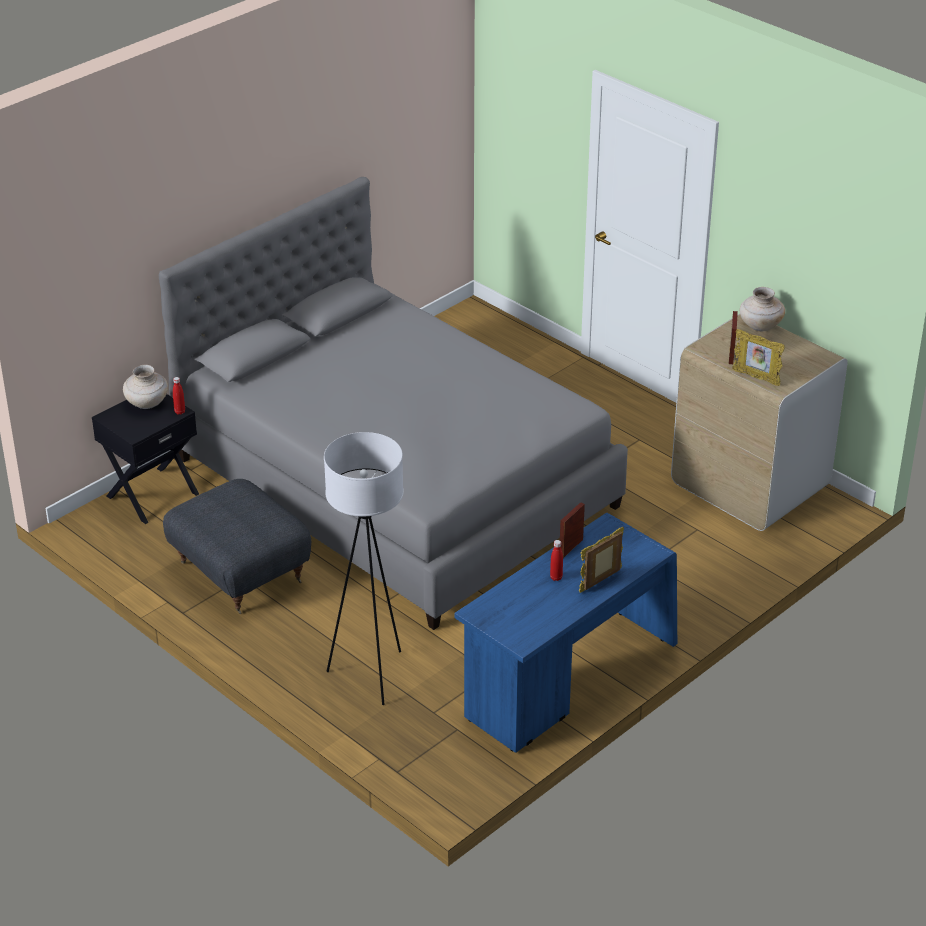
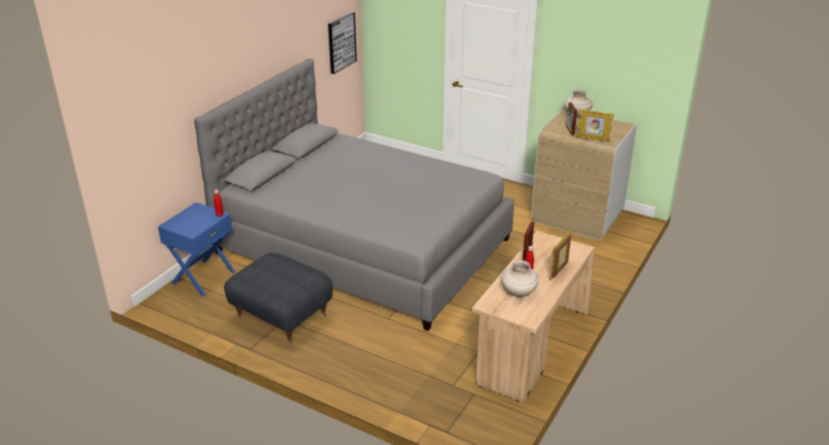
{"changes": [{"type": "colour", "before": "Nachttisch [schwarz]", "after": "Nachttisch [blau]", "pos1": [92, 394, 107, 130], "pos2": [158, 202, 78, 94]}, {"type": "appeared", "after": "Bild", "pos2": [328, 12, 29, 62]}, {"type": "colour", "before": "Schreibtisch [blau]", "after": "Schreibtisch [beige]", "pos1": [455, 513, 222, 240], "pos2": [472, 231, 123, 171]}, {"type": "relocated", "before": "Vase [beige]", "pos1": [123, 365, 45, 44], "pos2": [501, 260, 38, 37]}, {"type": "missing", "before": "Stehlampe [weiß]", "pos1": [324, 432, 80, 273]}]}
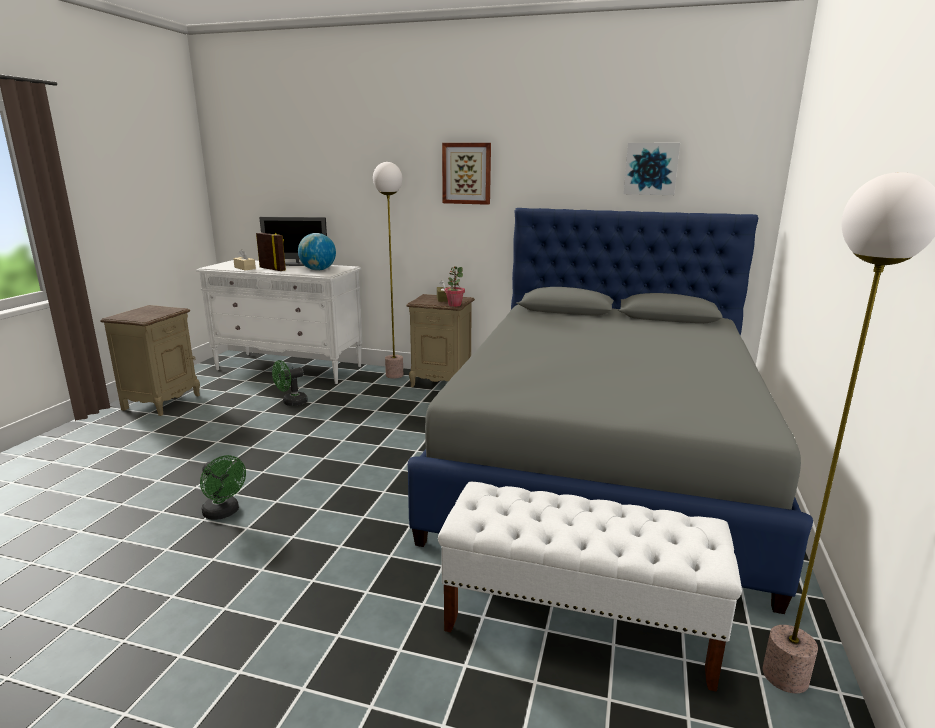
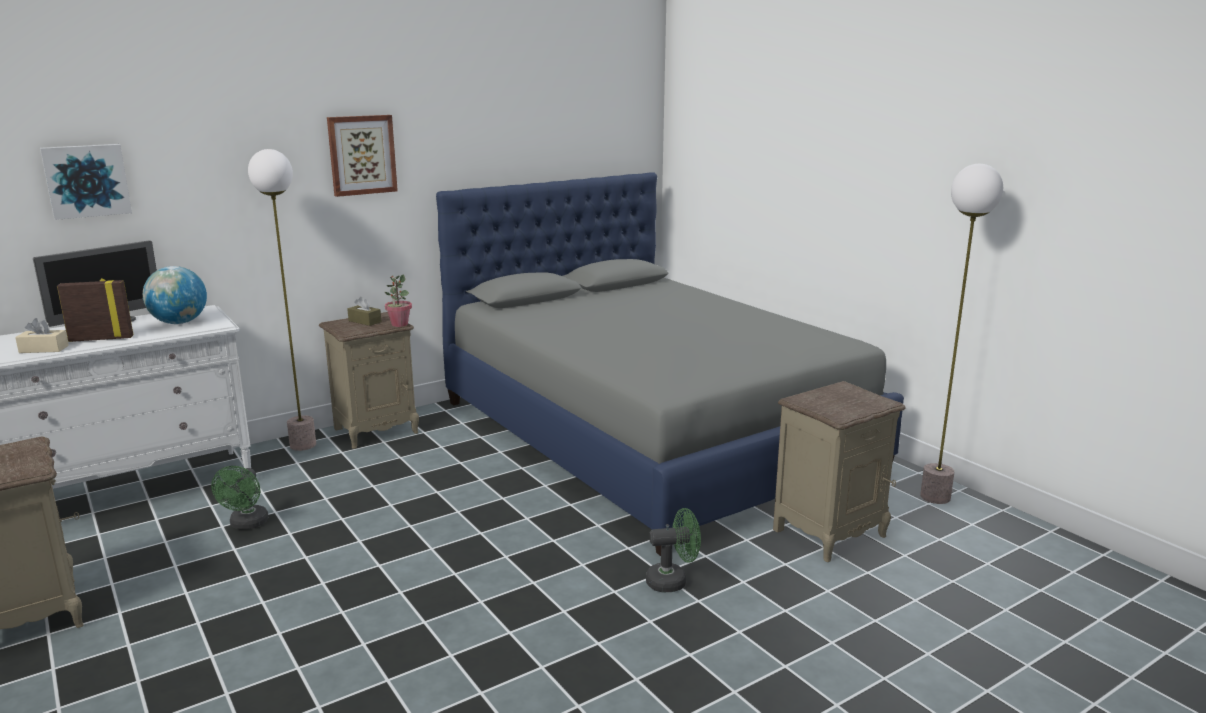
{"changes": [{"type": "relocated", "before": "Bild", "pos1": [624, 143, 56, 52], "pos2": [40, 144, 92, 76]}, {"type": "relocated", "before": "Ventilator [grün]", "pos1": [200, 455, 46, 65], "pos2": [646, 508, 55, 84]}, {"type": "exchanged", "before": "Bank [weiß]", "after": "Nachttisch [beige]", "pos1": [438, 482, 304, 210], "pos2": [773, 381, 133, 181]}]}
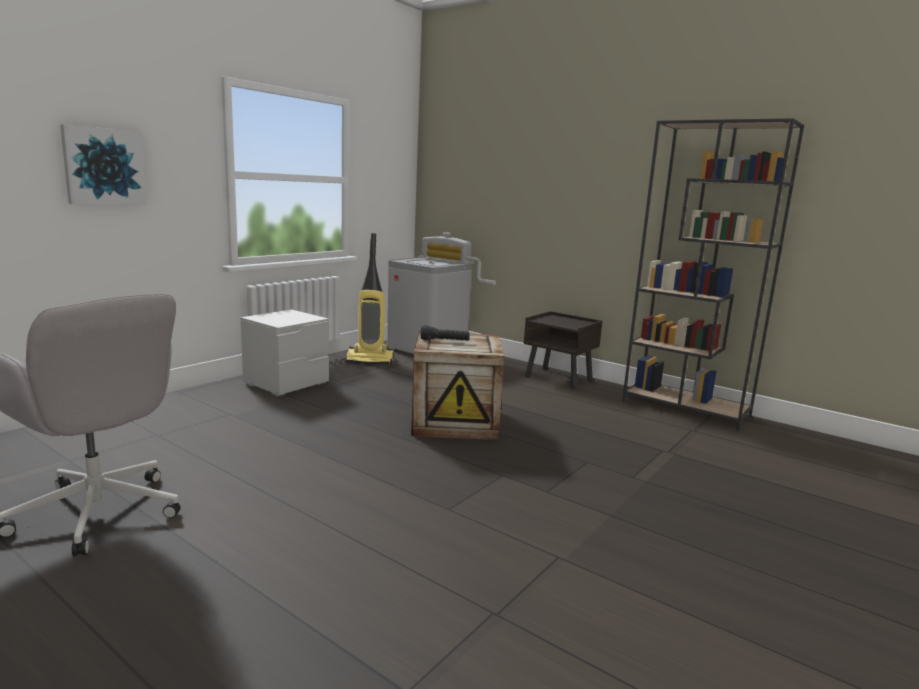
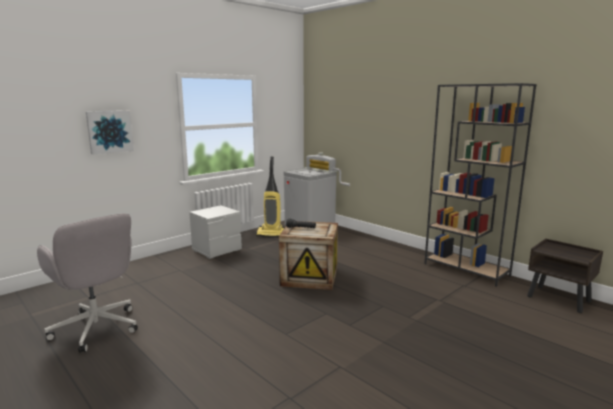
{"changes": [{"type": "relocated", "before": "Nachttisch [braun]", "pos1": [524, 311, 78, 78], "pos2": [527, 239, 76, 74]}]}
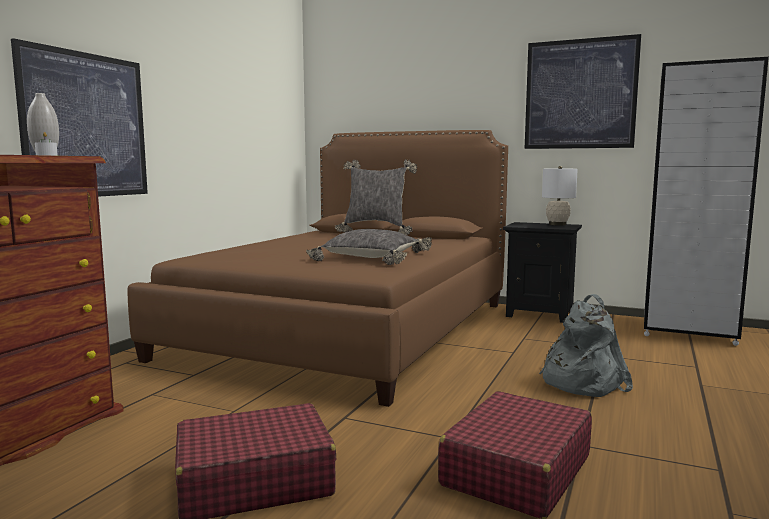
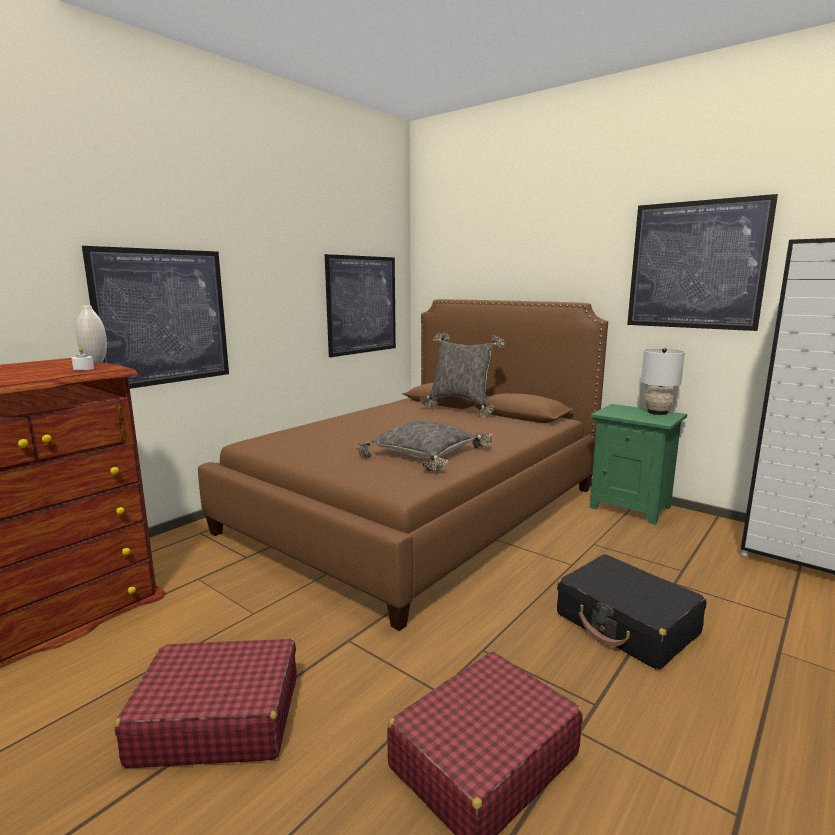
{"changes": [{"type": "appeared", "after": "Bild", "pos2": [325, 254, 71, 103]}, {"type": "exchanged", "before": "Rucksack [grau]", "after": "Koffer [schwarz]", "pos1": [539, 294, 94, 103], "pos2": [557, 554, 150, 116]}, {"type": "colour", "before": "Nachttisch [schwarz]", "after": "Nachttisch [grün]", "pos1": [503, 222, 79, 101], "pos2": [590, 404, 97, 121]}]}
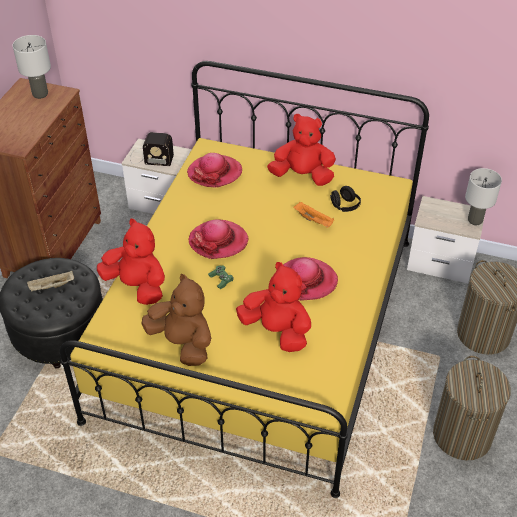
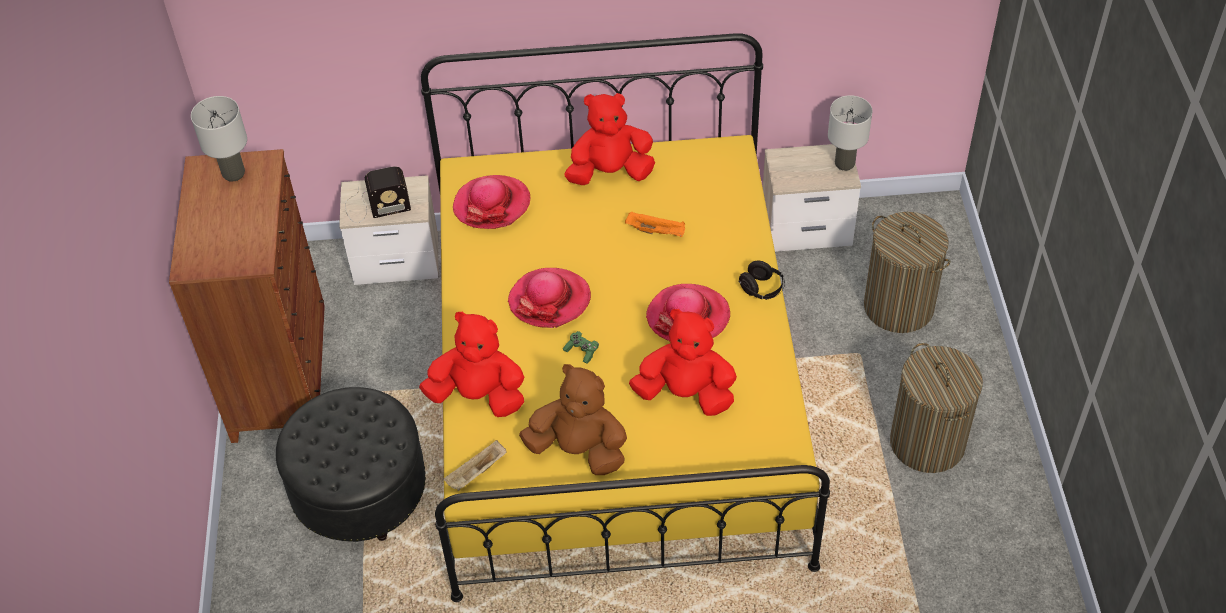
{"changes": [{"type": "relocated", "before": "Tablett [beige]", "pos1": [27, 271, 47, 21], "pos2": [444, 440, 63, 51]}, {"type": "relocated", "before": "Kopfhörer [schwarz]", "pos1": [330, 186, 31, 26], "pos2": [738, 261, 47, 39]}]}
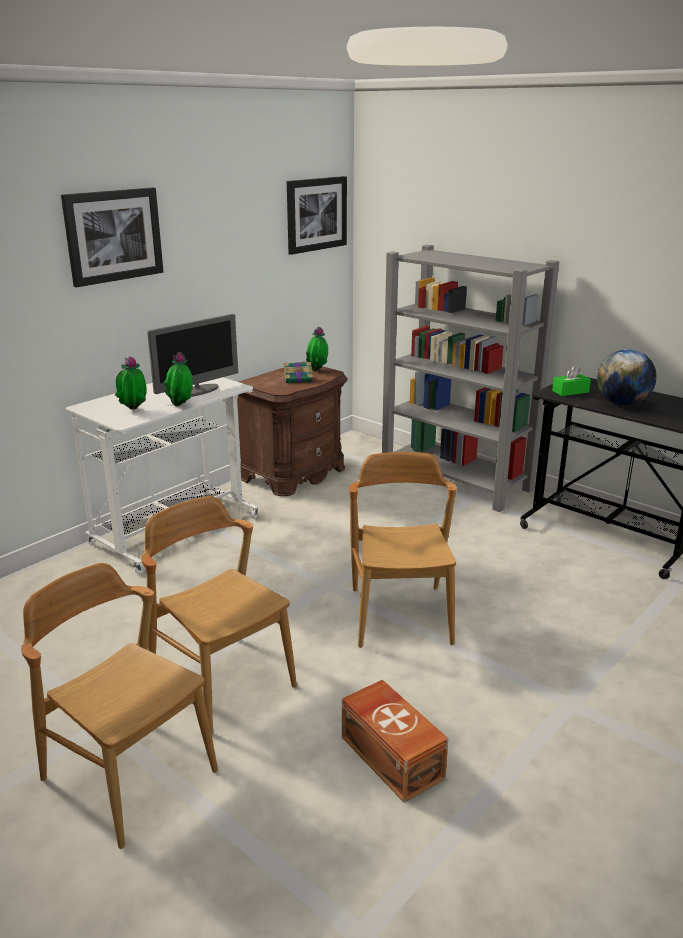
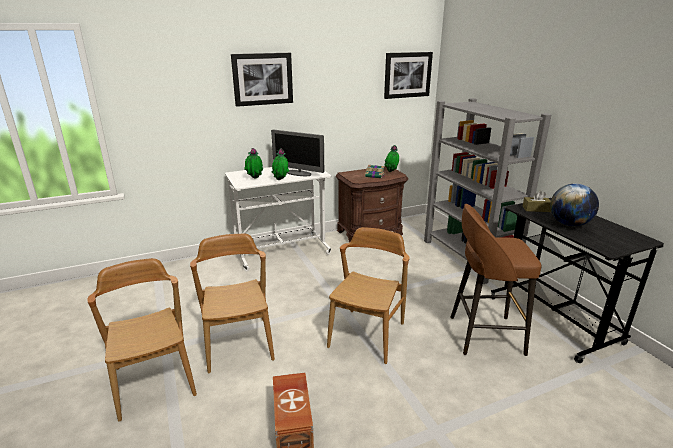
{"changes": [{"type": "spun", "before": "Monitor", "pos1": [147, 314, 91, 83], "pos2": [271, 130, 53, 46], "turn": 45}, {"type": "appeared", "after": "Hocker [braun]", "pos2": [450, 204, 91, 152]}, {"type": "colour", "before": "Taschentuchbox [grün]", "after": "Taschentuchbox [braun]", "pos1": [552, 365, 39, 31], "pos2": [522, 191, 29, 21]}]}
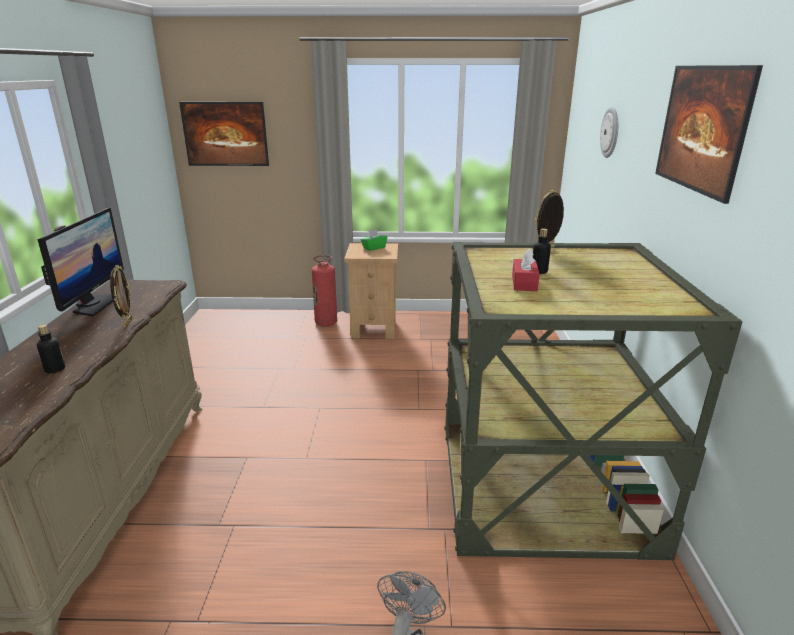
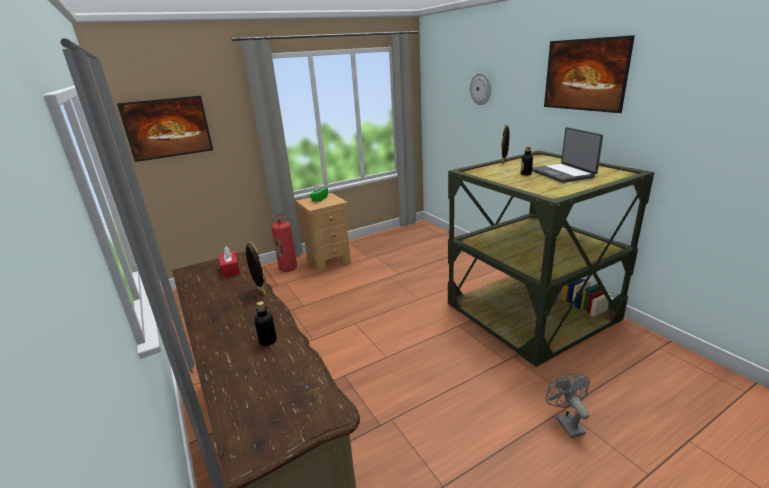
{"changes": [{"type": "relocated", "before": "Taschentuchbox [rot]", "pos1": [512, 249, 27, 42], "pos2": [218, 246, 22, 32]}, {"type": "appeared", "after": "Laptop", "pos2": [532, 127, 71, 56]}, {"type": "missing", "before": "Monitor", "pos1": [38, 208, 86, 108]}]}
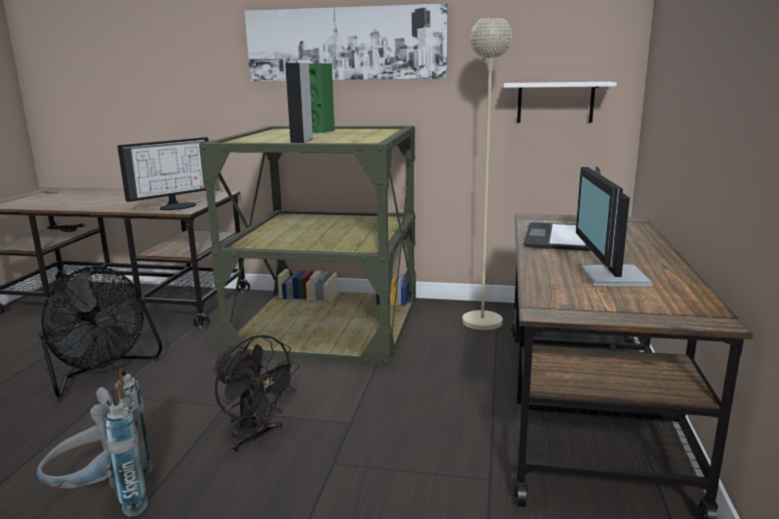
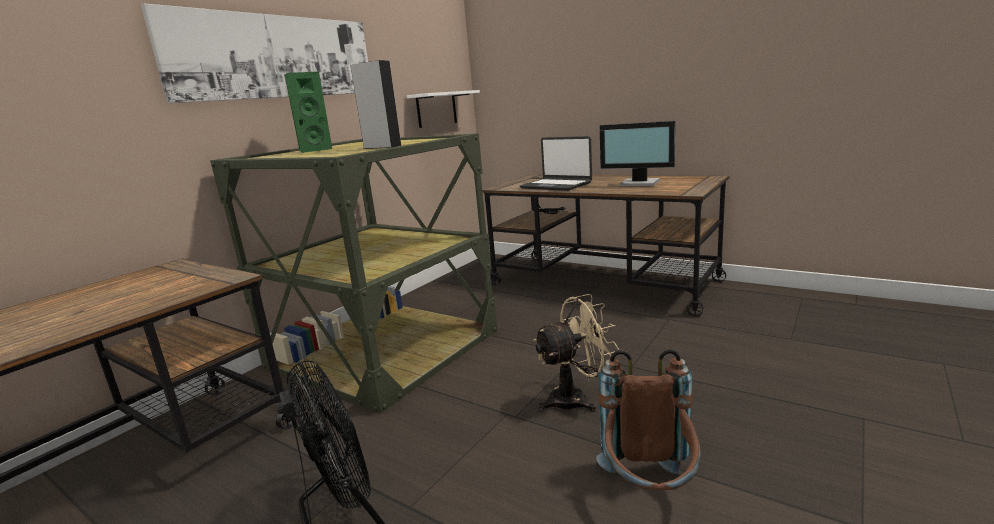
{"changes": [{"type": "colour", "before": "Ventilator [schwarz]", "after": "Ventilator [beige]", "pos1": [213, 335, 87, 117], "pos2": [533, 294, 87, 118]}, {"type": "colour", "before": "Rucksack [grau]", "after": "Rucksack [braun]", "pos1": [37, 368, 115, 148], "pos2": [596, 349, 104, 141]}, {"type": "missing", "before": "Monitor", "pos1": [117, 137, 92, 73]}, {"type": "missing", "before": "Stehlampe [beige]", "pos1": [462, 18, 50, 312]}]}
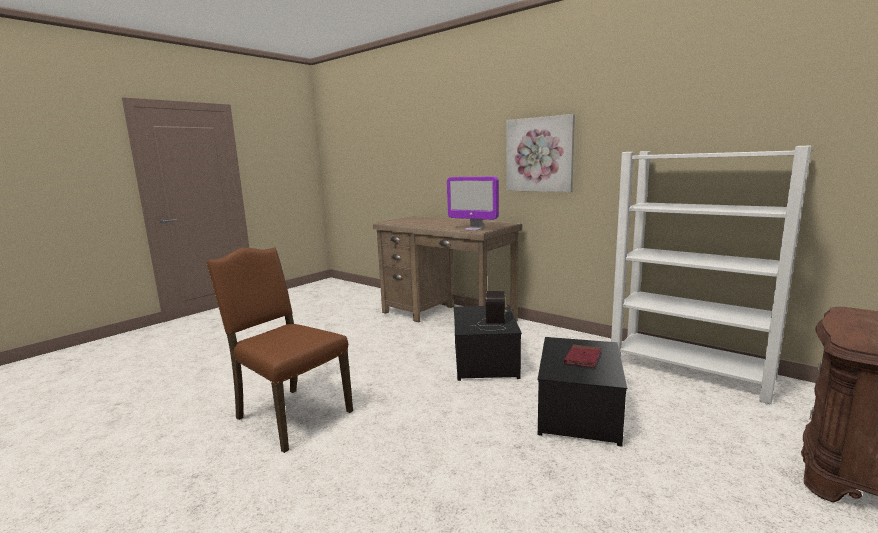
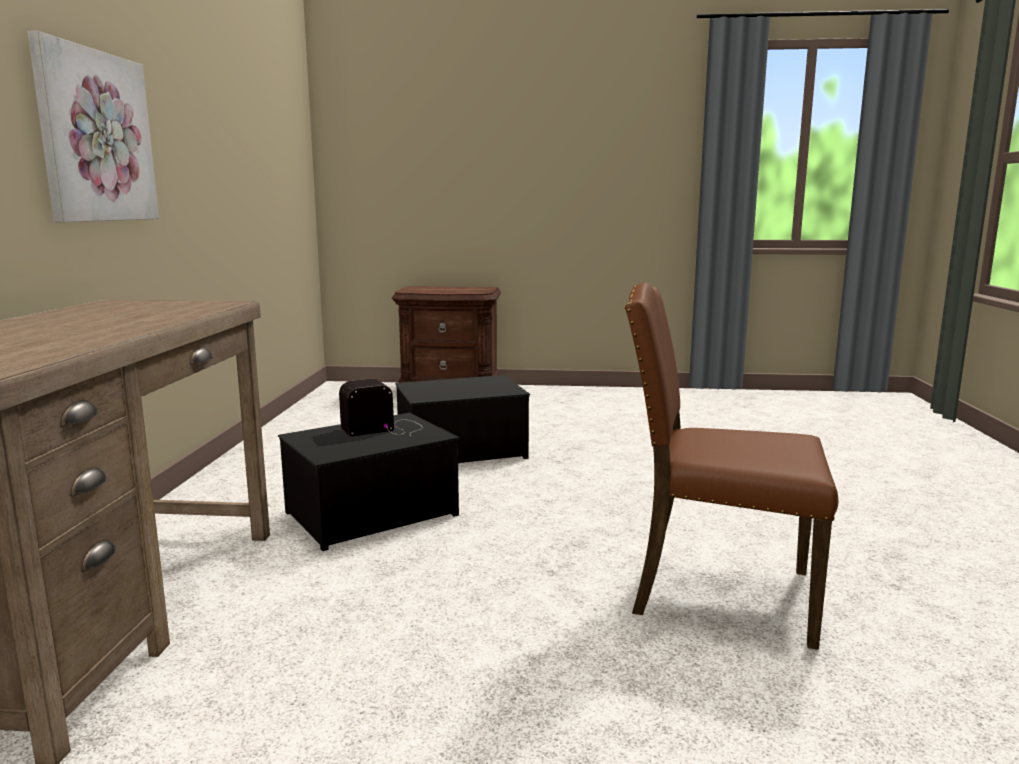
{"changes": [{"type": "spun", "before": "Stuhl [braun]", "pos1": [206, 247, 147, 206], "pos2": [625, 283, 213, 367], "turn": 105}, {"type": "missing", "before": "Monitor", "pos1": [447, 177, 52, 54]}, {"type": "missing", "before": "Buch [rot]", "pos1": [564, 345, 37, 23]}, {"type": "missing", "before": "Bücherregal [weiß]", "pos1": [611, 145, 201, 259]}]}
